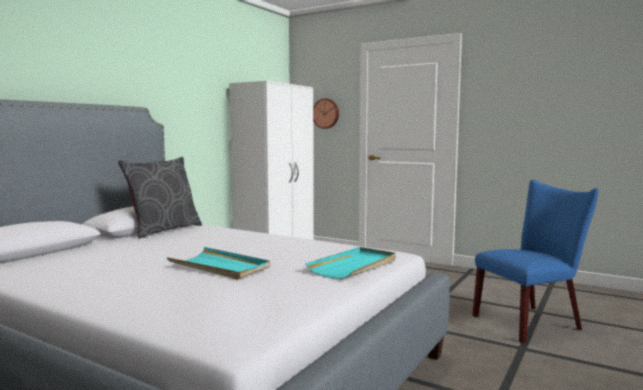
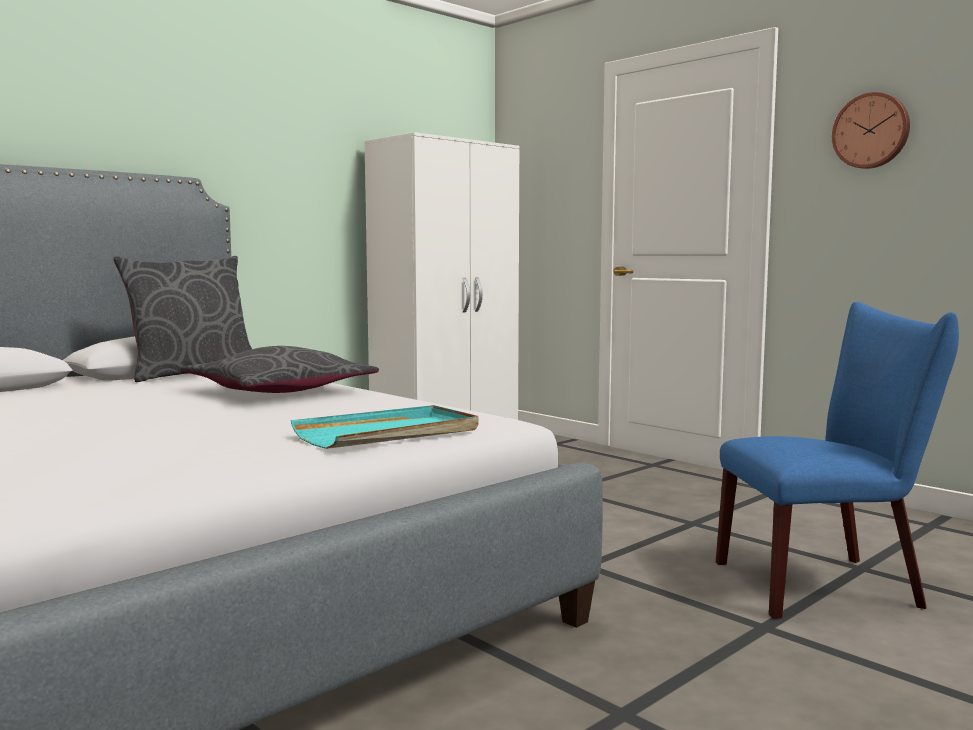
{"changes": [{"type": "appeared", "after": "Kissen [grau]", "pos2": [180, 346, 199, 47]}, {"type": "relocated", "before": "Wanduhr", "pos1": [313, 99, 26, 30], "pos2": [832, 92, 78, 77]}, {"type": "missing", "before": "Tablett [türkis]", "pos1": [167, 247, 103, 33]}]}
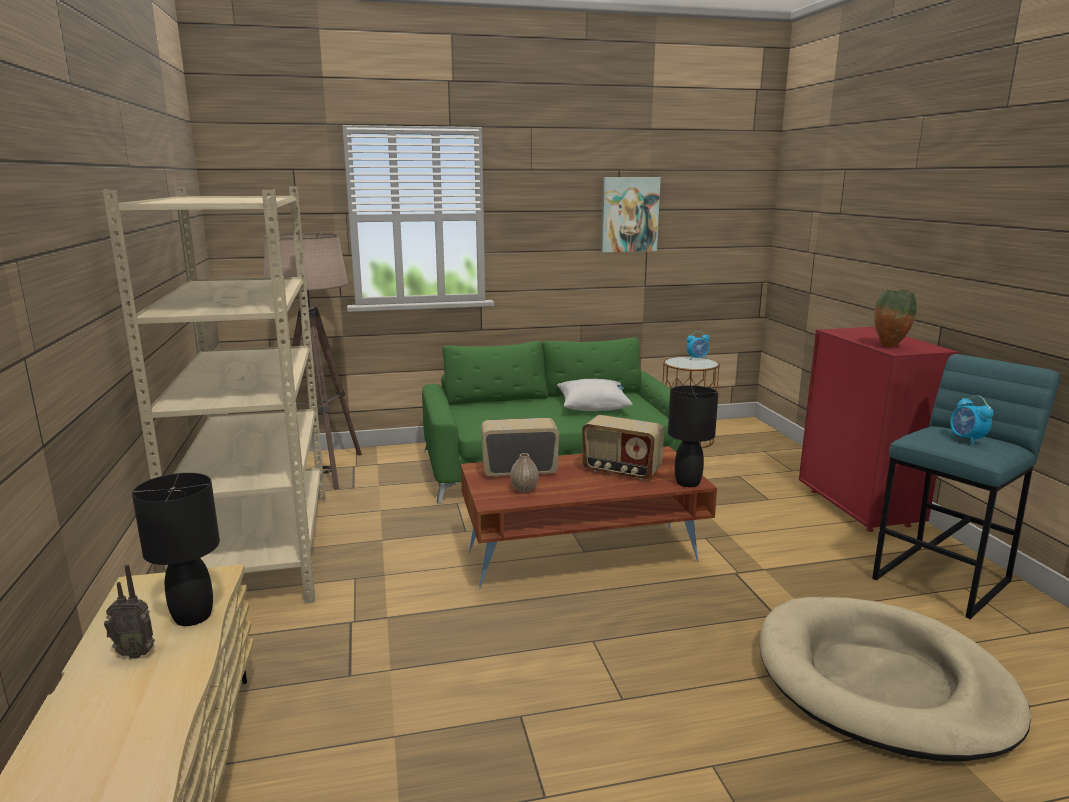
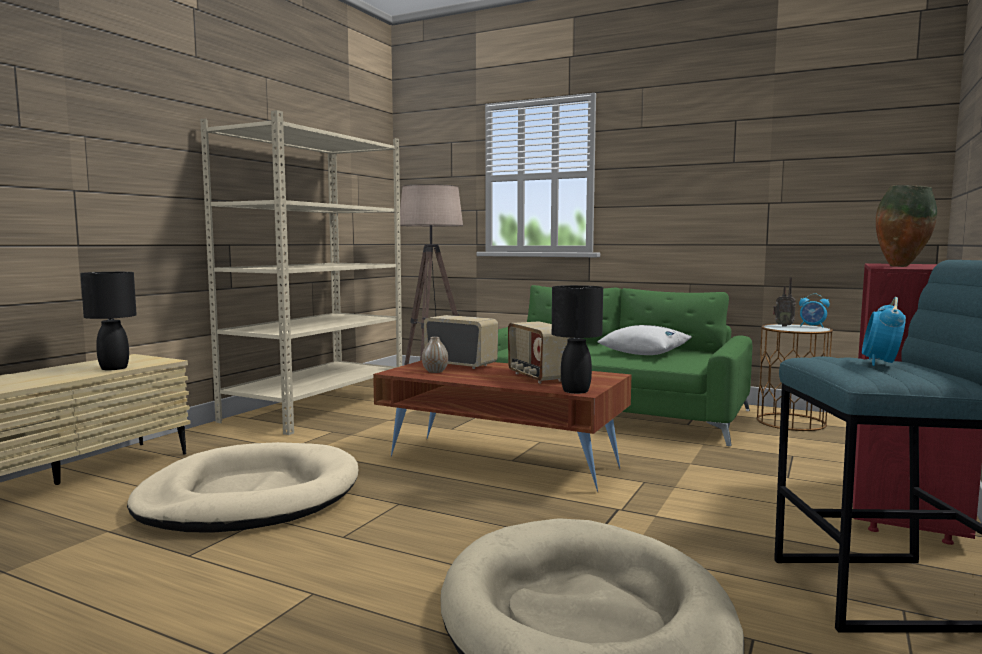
{"changes": [{"type": "appeared", "after": "Hundebett [beige]", "pos2": [127, 442, 232, 91]}, {"type": "relocated", "before": "Radio", "pos1": [104, 564, 51, 95], "pos2": [773, 277, 23, 50]}, {"type": "missing", "before": "Bild", "pos1": [601, 177, 60, 75]}]}
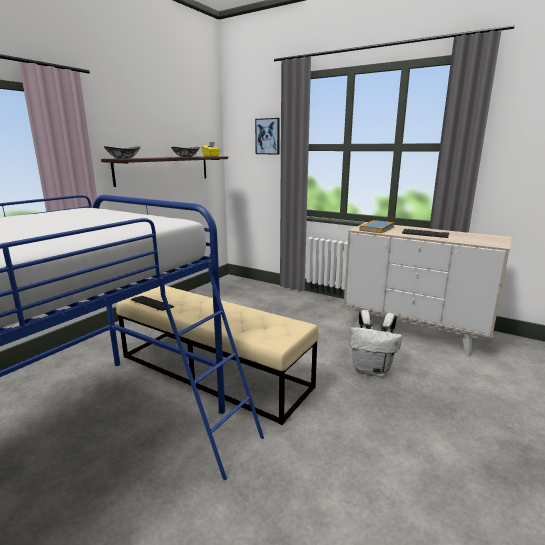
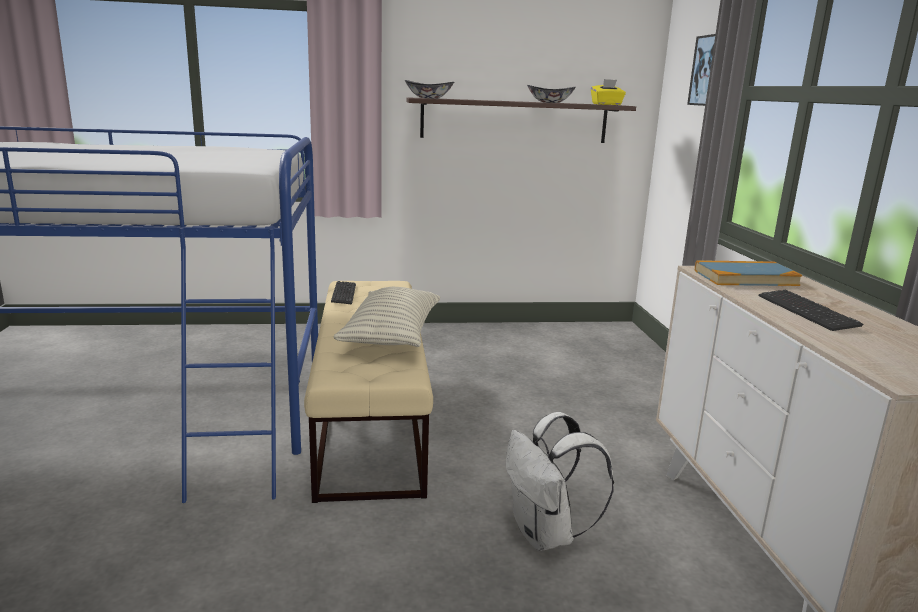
{"changes": [{"type": "appeared", "after": "Kissen", "pos2": [333, 287, 107, 60]}]}
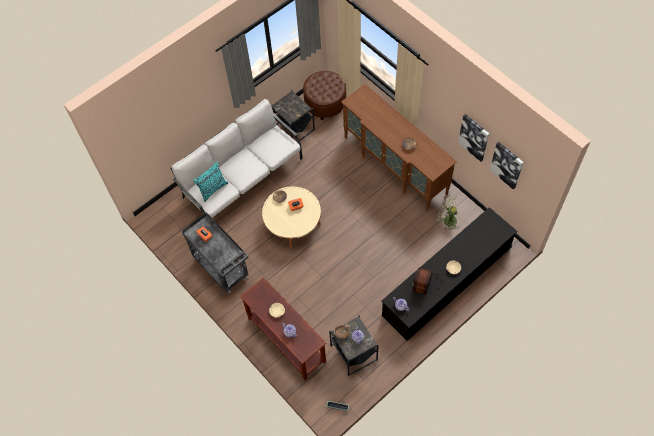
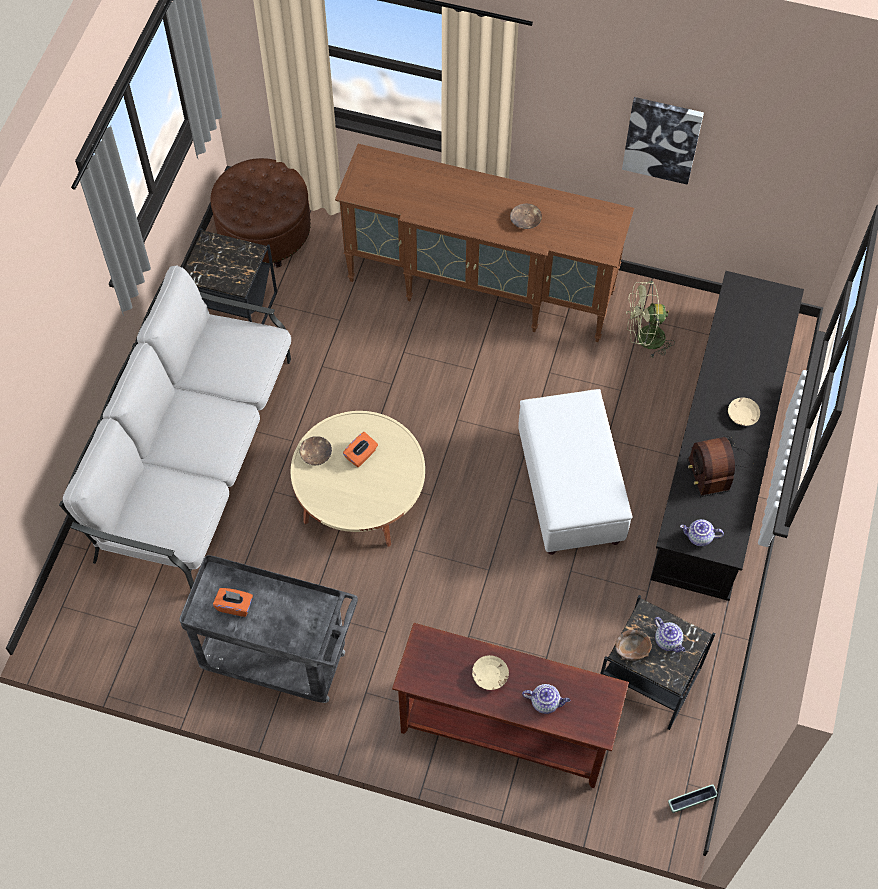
{"changes": [{"type": "appeared", "after": "Polsterhocker [weiß]", "pos2": [518, 389, 115, 166]}, {"type": "missing", "before": "Kissen [türkis]", "pos1": [193, 162, 35, 40]}, {"type": "missing", "before": "Bild", "pos1": [490, 142, 34, 48]}]}
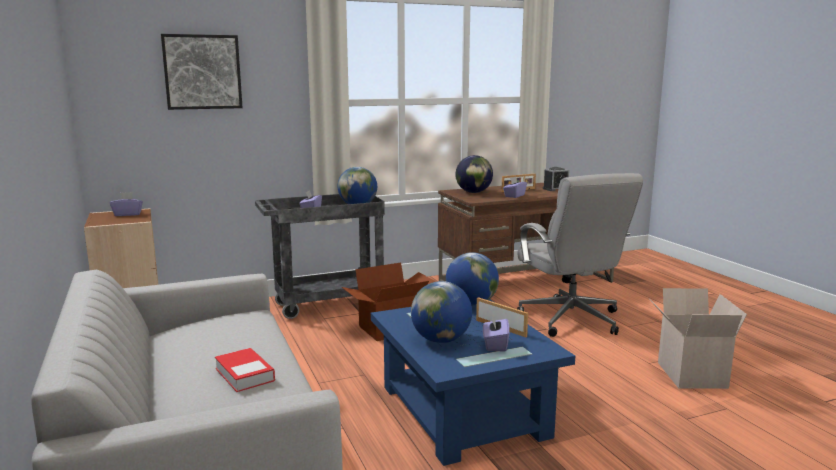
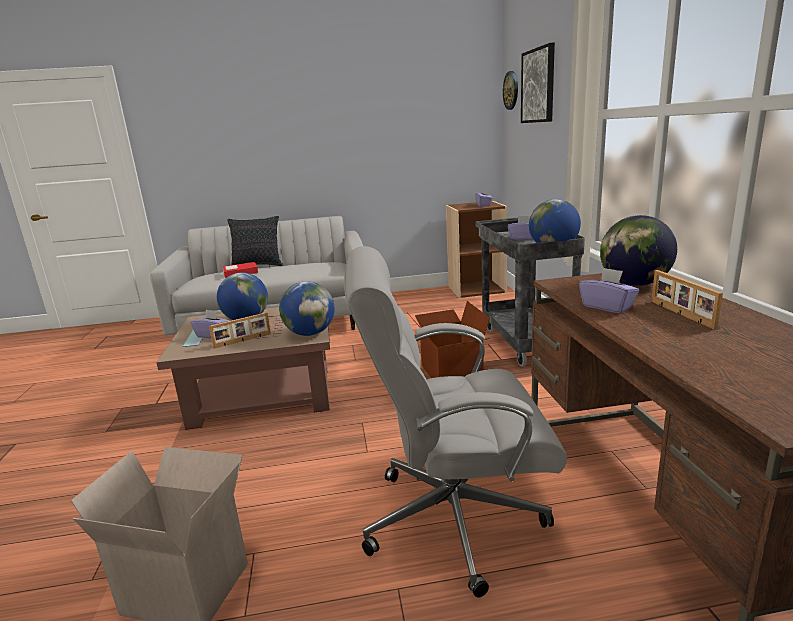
{"changes": [{"type": "colour", "before": "Couchtisch [blau]", "after": "Couchtisch [braun]", "pos1": [371, 299, 204, 167], "pos2": [156, 307, 174, 123]}, {"type": "appeared", "after": "Kissen [schwarz]", "pos2": [227, 216, 55, 50]}, {"type": "appeared", "after": "Wanduhr", "pos2": [503, 71, 15, 39]}, {"type": "missing", "before": "Wecker", "pos1": [543, 167, 26, 24]}]}
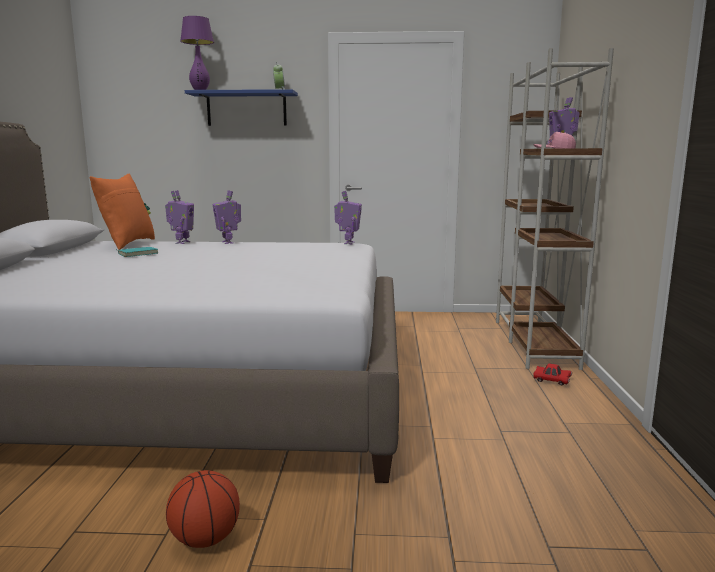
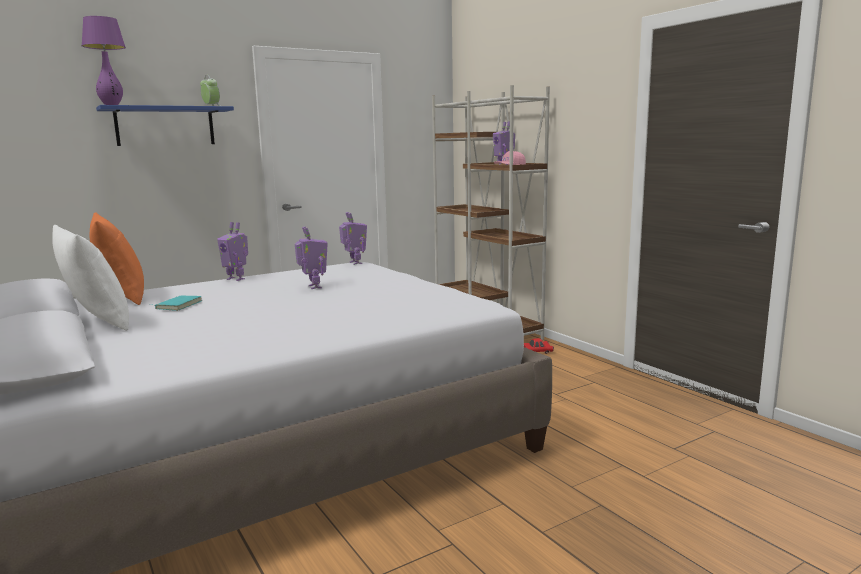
{"changes": [{"type": "appeared", "after": "Kissen [weiß]", "pos2": [52, 225, 77, 106]}, {"type": "relocated", "before": "Spielzeugroboter", "pos1": [165, 190, 29, 54], "pos2": [295, 226, 33, 63]}, {"type": "missing", "before": "Basketball", "pos1": [166, 470, 74, 78]}]}
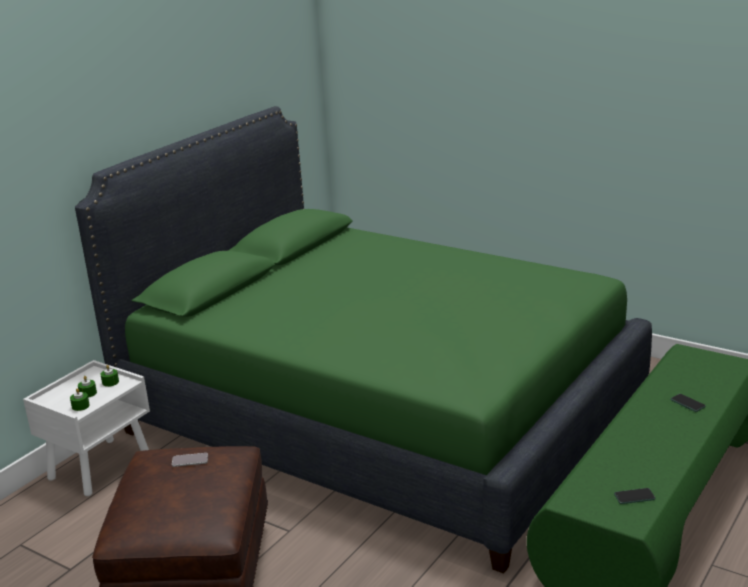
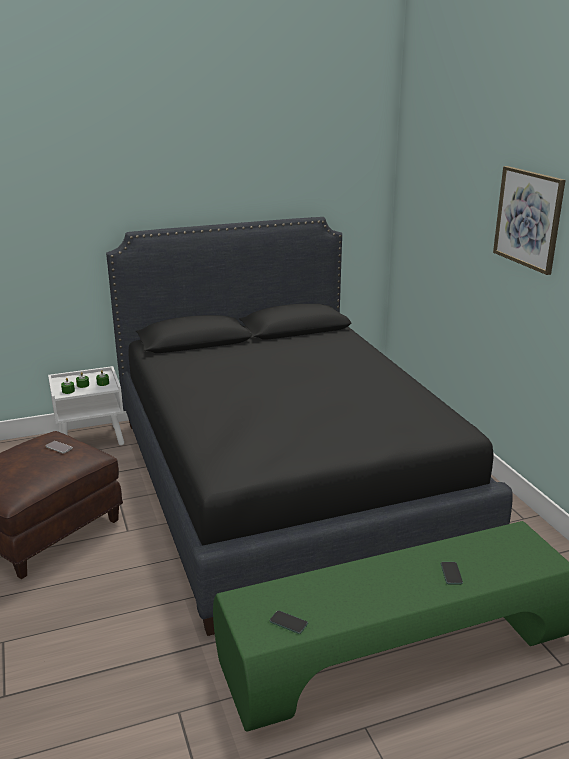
{"changes": [{"type": "colour", "before": "Bett [grün]", "after": "Bett [schwarz]", "pos1": [75, 106, 577, 468], "pos2": [106, 217, 407, 419]}, {"type": "appeared", "after": "Bild", "pos2": [493, 166, 72, 109]}]}
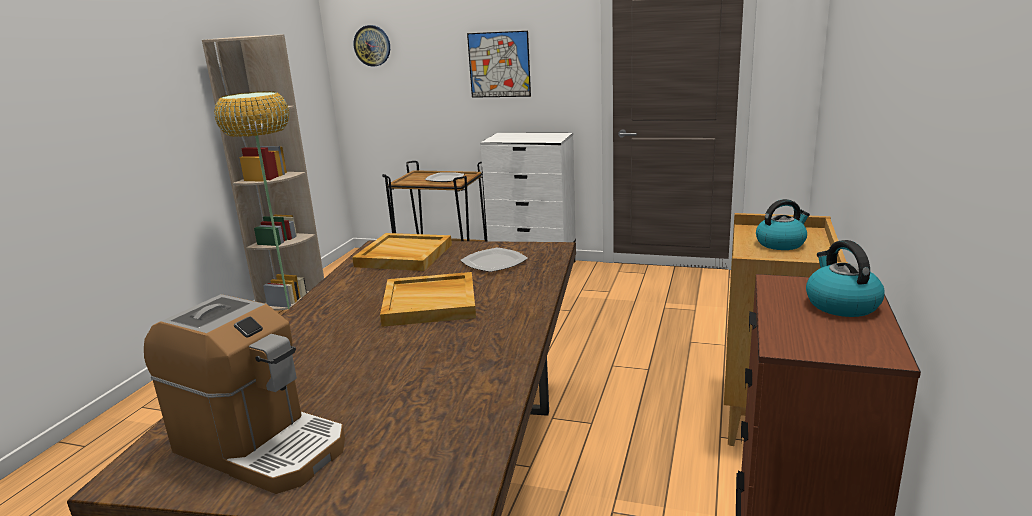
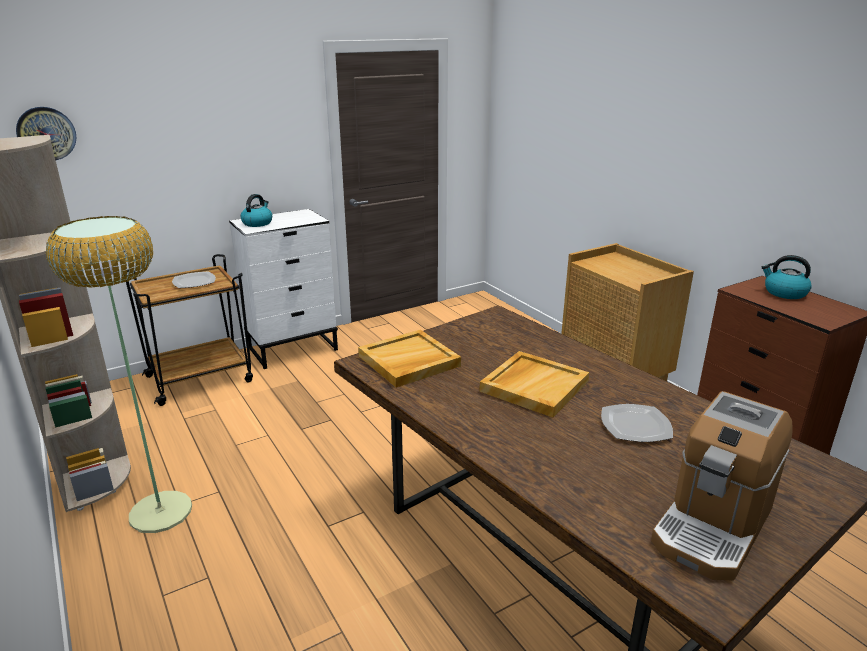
{"changes": [{"type": "relocated", "before": "Wasserkessel", "pos1": [756, 199, 54, 51], "pos2": [241, 194, 31, 33]}, {"type": "relocated", "before": "Teller", "pos1": [461, 248, 67, 24], "pos2": [601, 404, 72, 38]}, {"type": "spun", "before": "Kaffeemaschine", "pos1": [144, 294, 201, 200], "pos2": [651, 391, 142, 189], "turn": 150}, {"type": "missing", "before": "Bild", "pos1": [467, 31, 64, 67]}]}
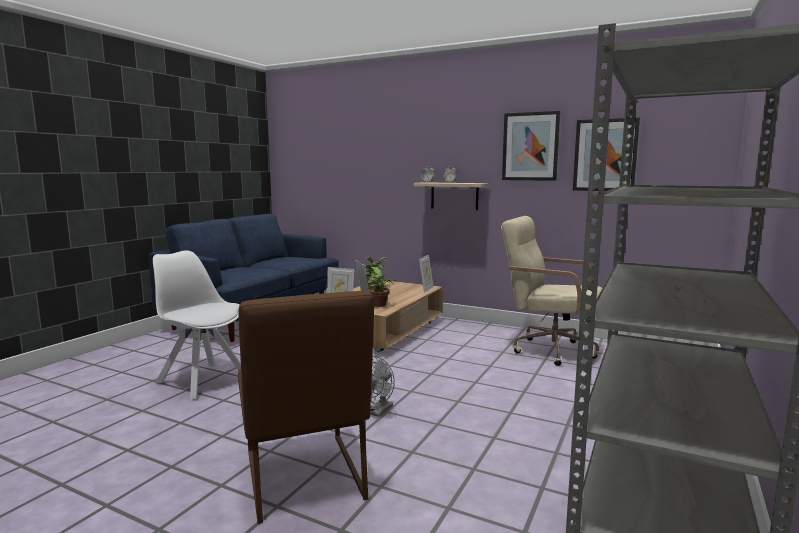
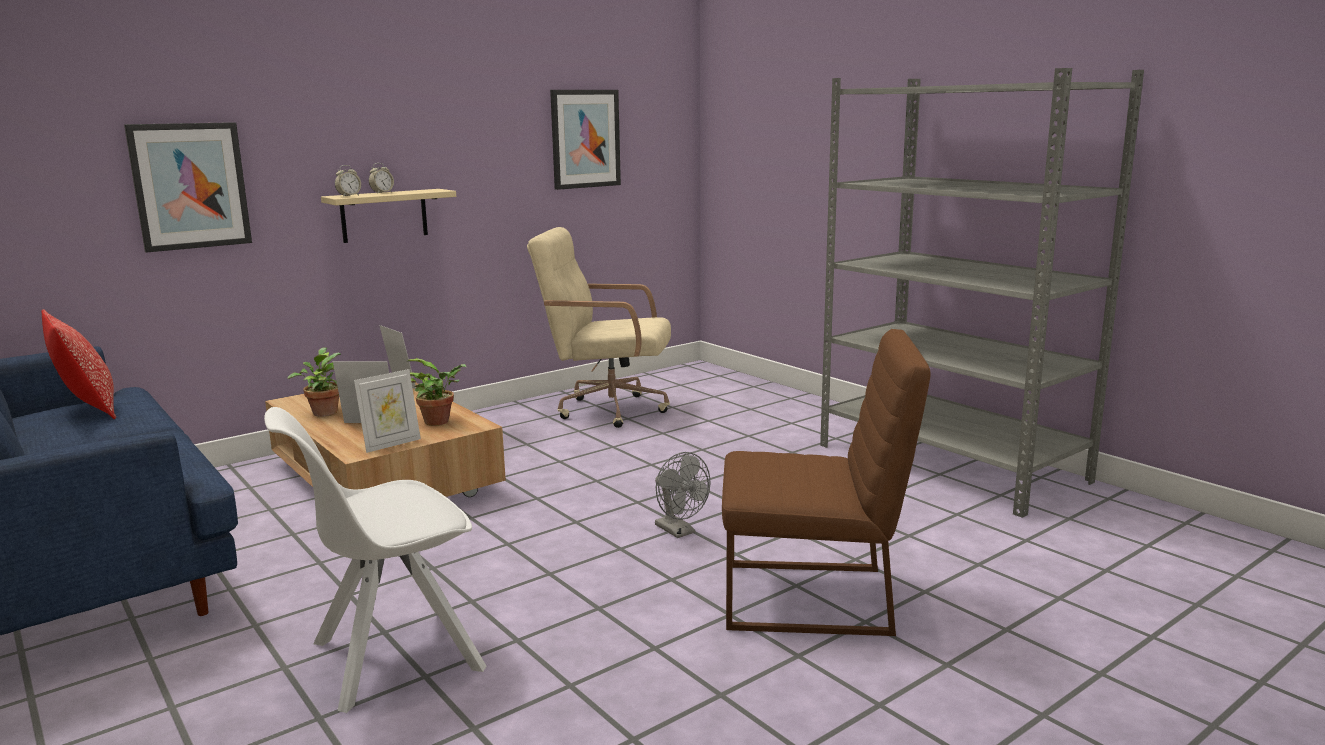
{"changes": [{"type": "appeared", "after": "Kissen", "pos2": [41, 309, 75, 110]}, {"type": "relocated", "before": "Bild", "pos1": [502, 111, 58, 70], "pos2": [124, 122, 128, 131]}, {"type": "spun", "before": "Bürostuhl [beige]", "pos1": [501, 216, 101, 150], "pos2": [527, 227, 144, 201], "turn": 45}]}
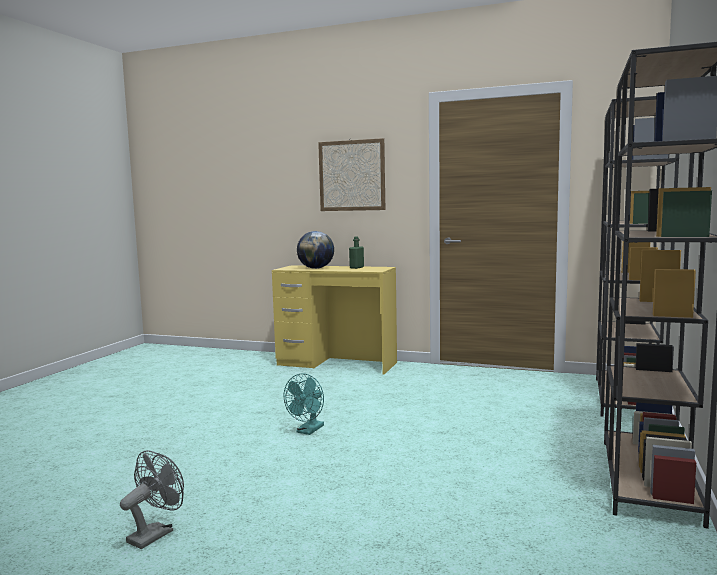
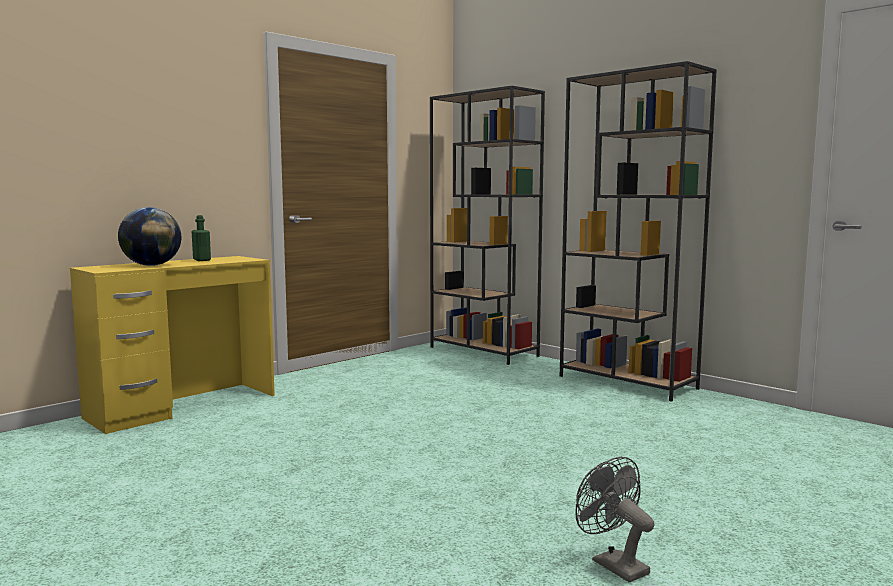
{"changes": [{"type": "missing", "before": "Ventilator [türkis]", "pos1": [284, 373, 40, 62]}, {"type": "missing", "before": "Bild", "pos1": [318, 138, 67, 73]}]}
